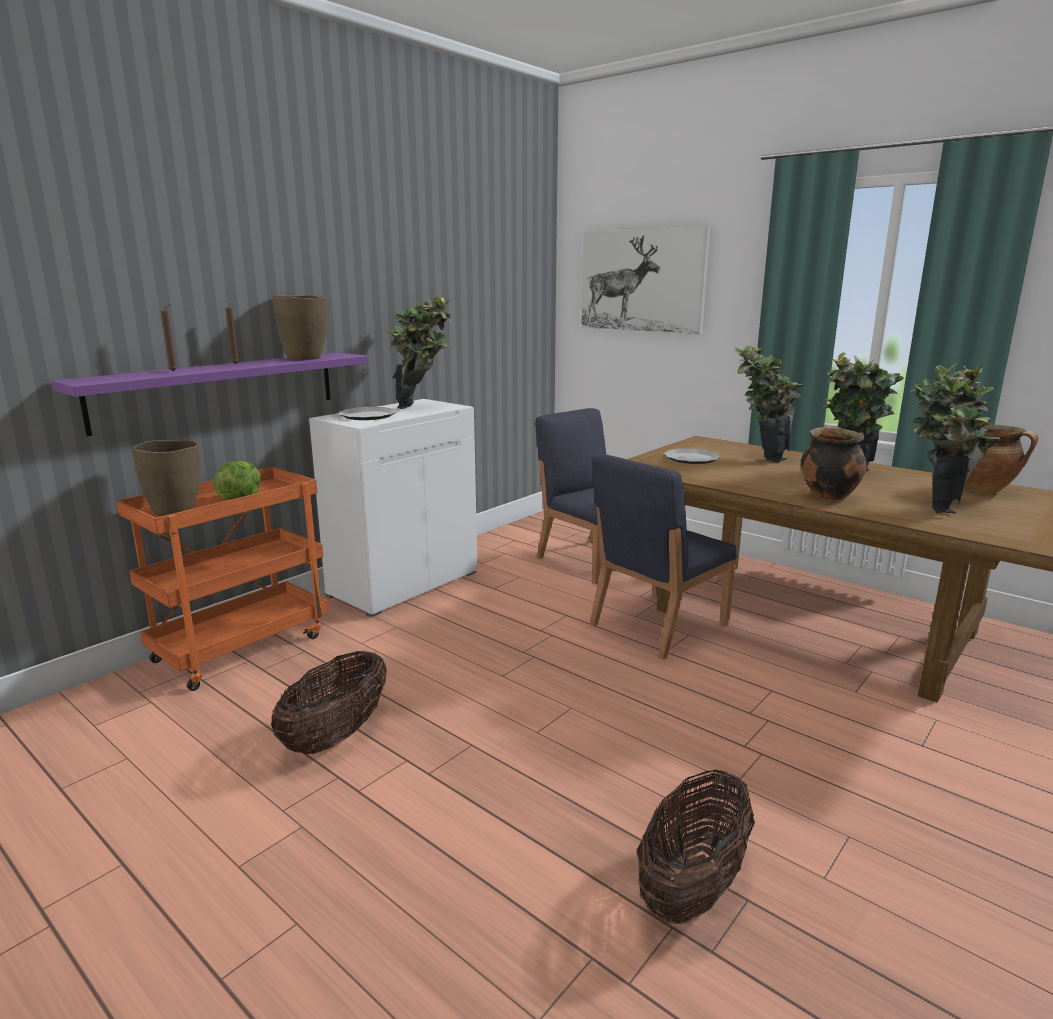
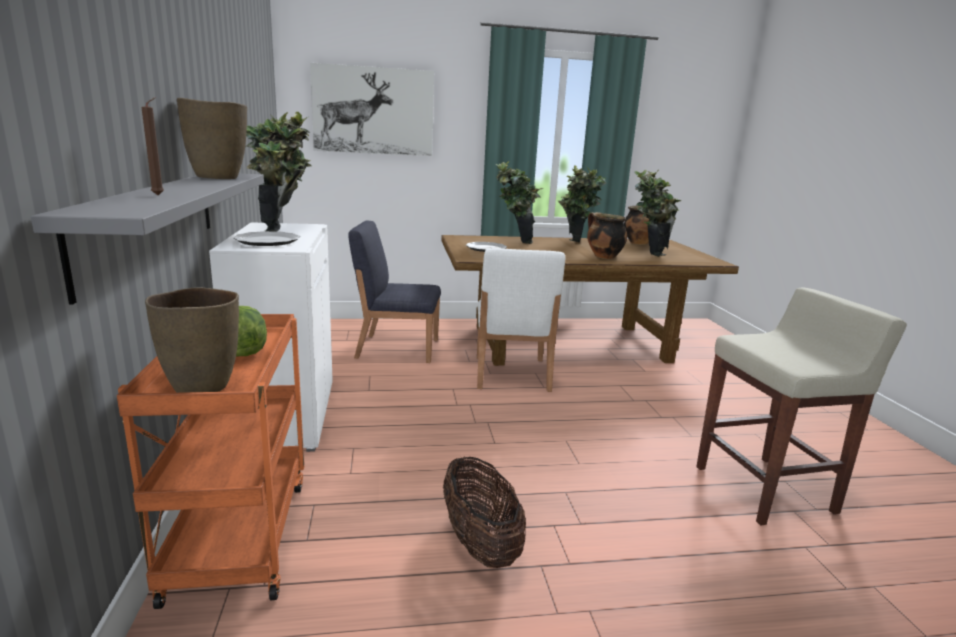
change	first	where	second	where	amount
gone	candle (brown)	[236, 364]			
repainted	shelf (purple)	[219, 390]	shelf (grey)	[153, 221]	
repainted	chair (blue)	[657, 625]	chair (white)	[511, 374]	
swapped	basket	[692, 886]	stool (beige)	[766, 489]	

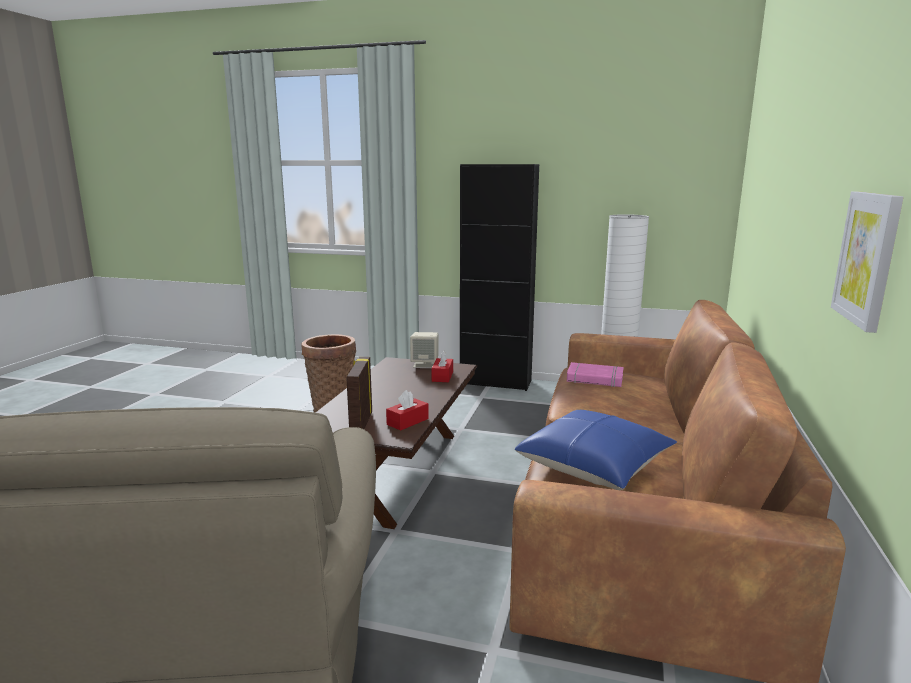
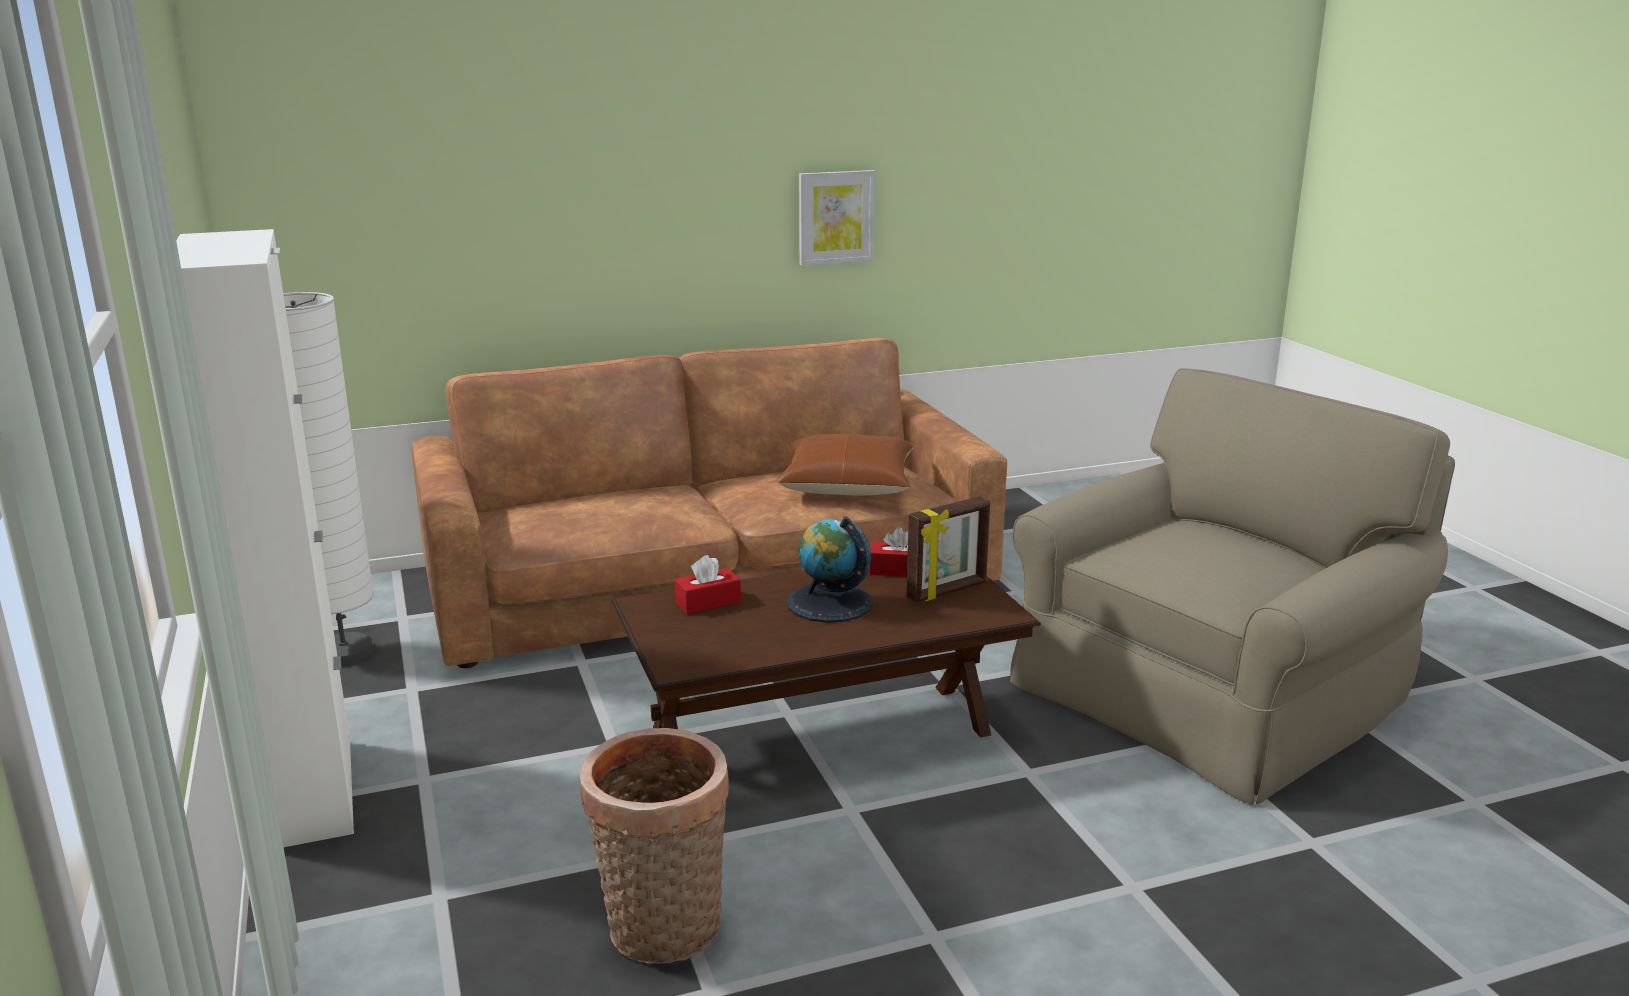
change	first	where	second	where	amount
repainted	cabinet (black)	[495, 382]	cabinet (white)	[310, 792]	
gone	speaker (beige)	[425, 365]			
gone	book (pink)	[594, 379]			
repainted	pillow (blue)	[595, 465]	pillow (brown)	[847, 484]	
new			globe	[829, 603]	

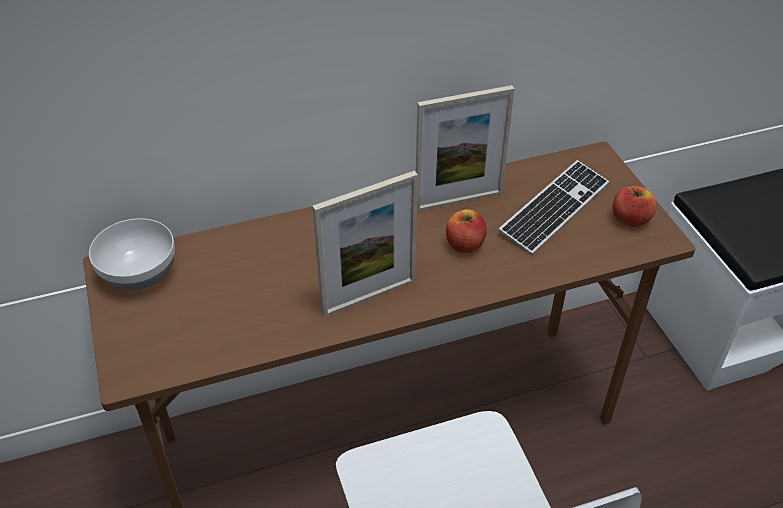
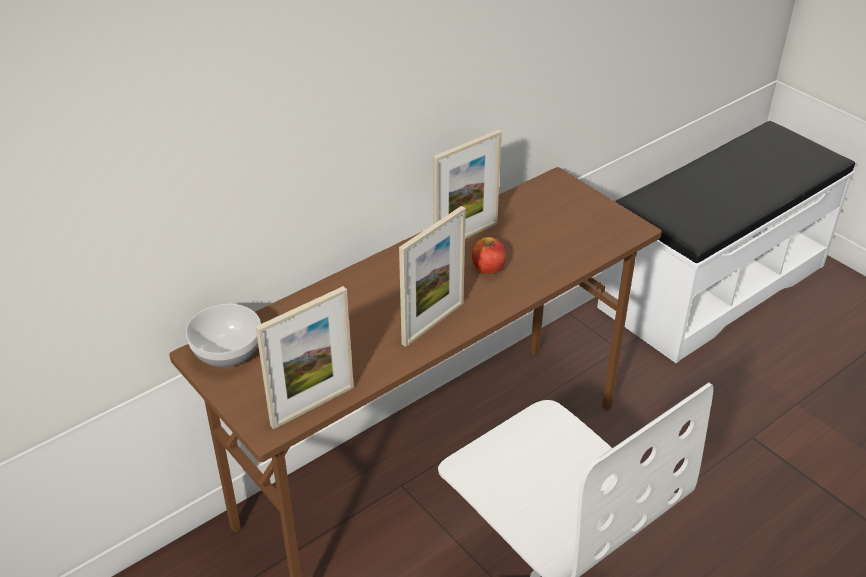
change	first	where	second	where	amount
gone	keyboard	[554, 209]			
gone	apple	[630, 219]			
new			picture frame	[312, 406]	

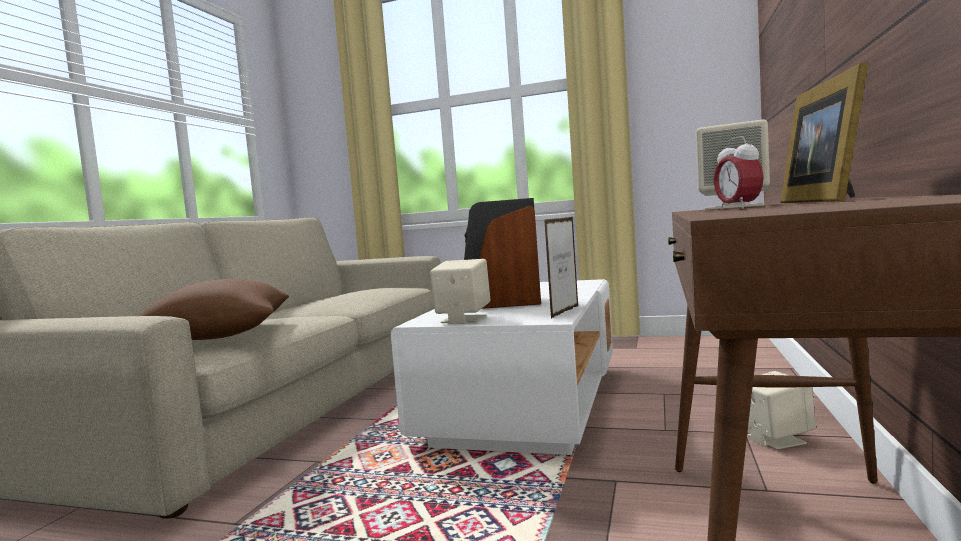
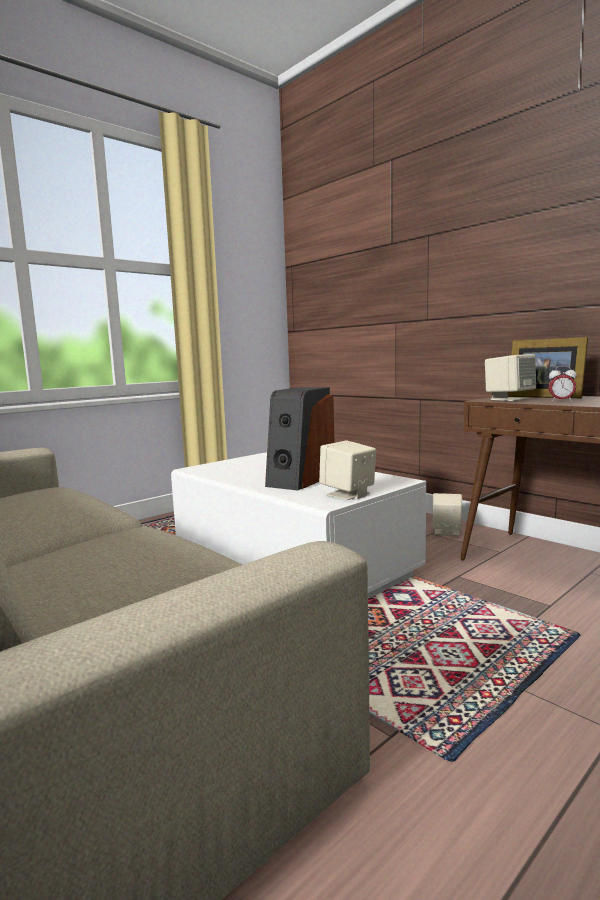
change	first	where	second	where	amount
gone	picture frame	[565, 312]			
gone	pillow (brown)	[221, 335]			

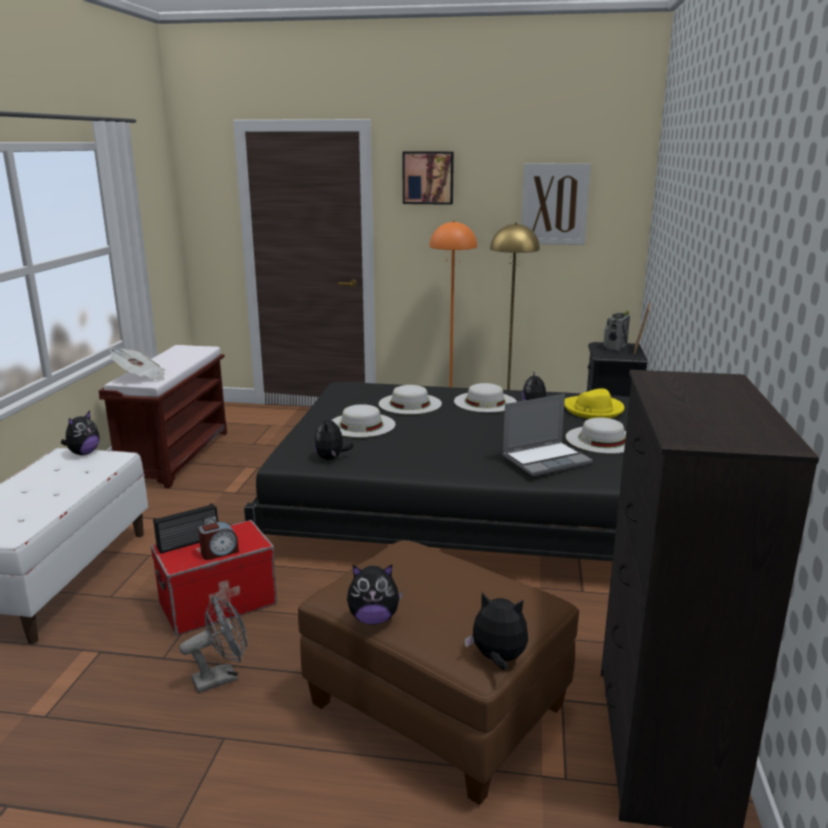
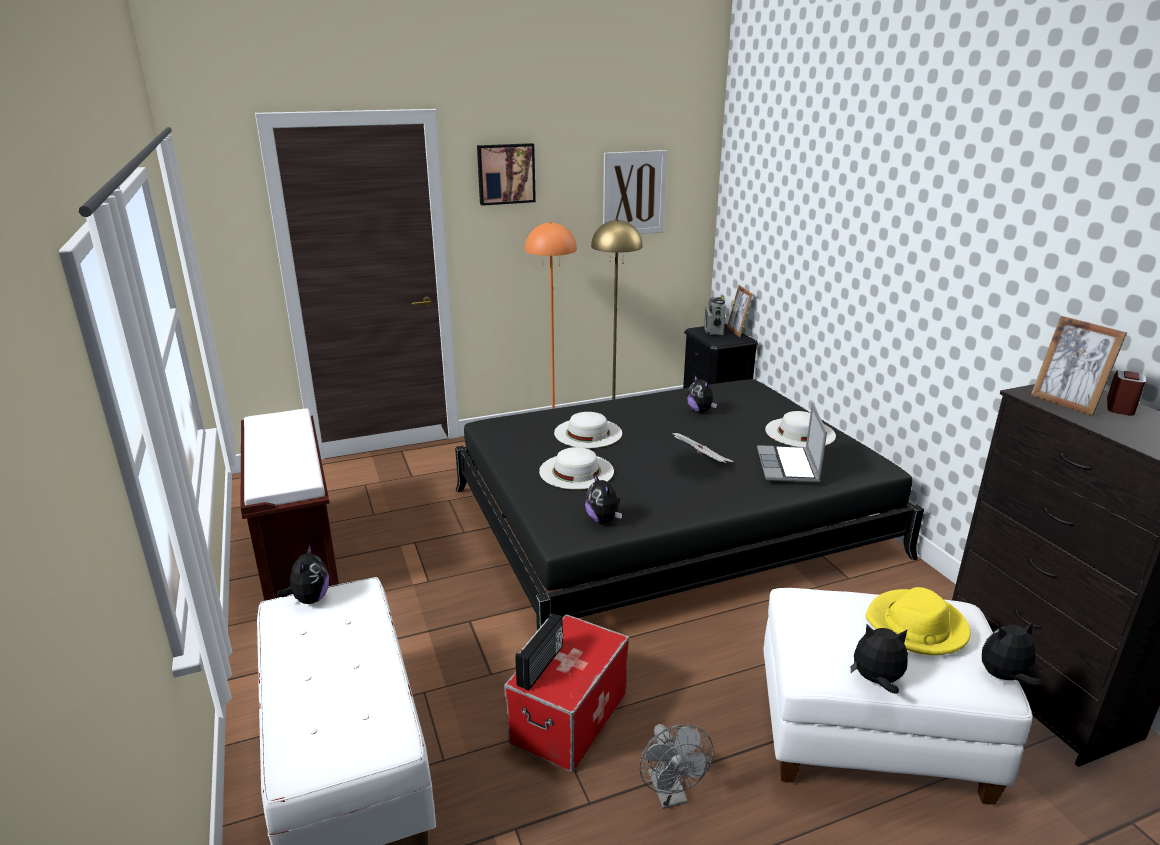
change	first	where	second	where	amount
shifted	newspaper	[141, 378]		[702, 463]	
gone	hat (white)	[485, 402]			
shifted	hat (yellow)	[593, 410]		[917, 627]	
rotated	laptop	[546, 460]		[788, 466]	150 degrees clockwise
shifted	alarm clock	[219, 552]		[1120, 407]	
repainted	ottoman (brown)	[435, 707]	ottoman (white)	[870, 735]	
rotated	plush toy	[373, 619]		[876, 681]	135 degrees counterclockwise
rotated	fan (grey)	[222, 677]		[670, 795]	135 degrees clockwise
new			picture frame	[1065, 403]	

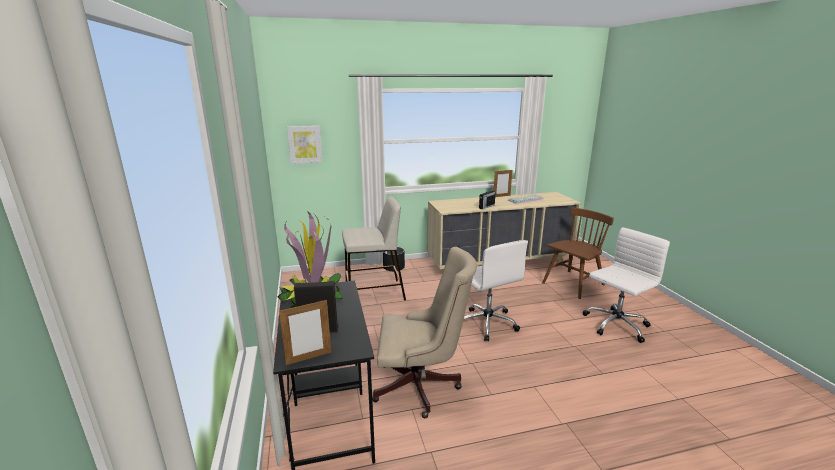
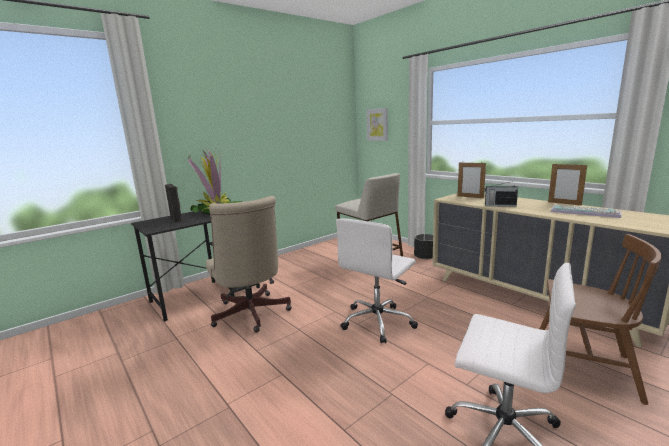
change	first	where	second	where	amount
shifted	picture frame	[309, 358]		[470, 197]	

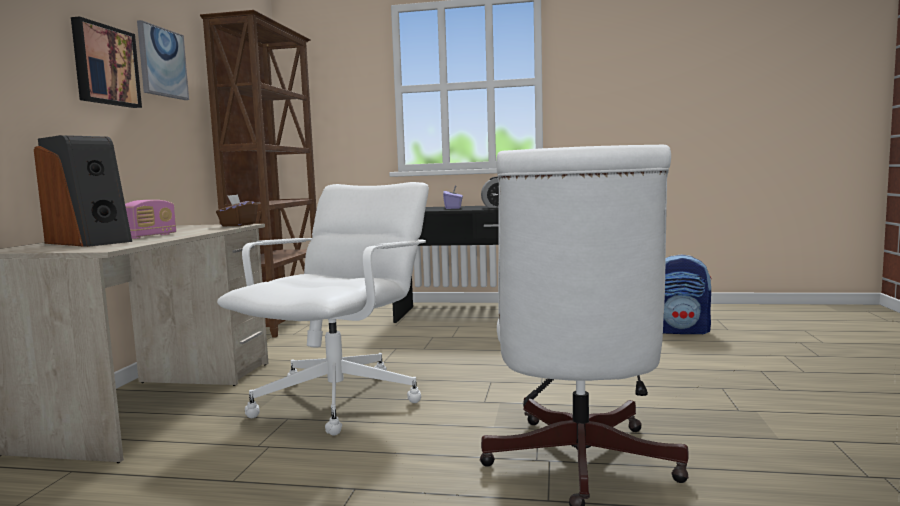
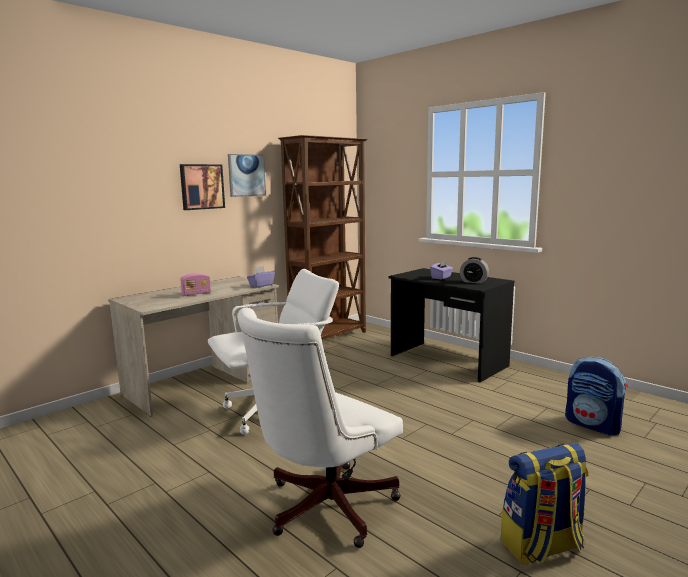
change	first	where	second	where	amount
gone	speaker	[90, 242]			
repainted	tissue box (brown)	[238, 225]	tissue box (purple)	[261, 285]	
new			backpack	[542, 547]	

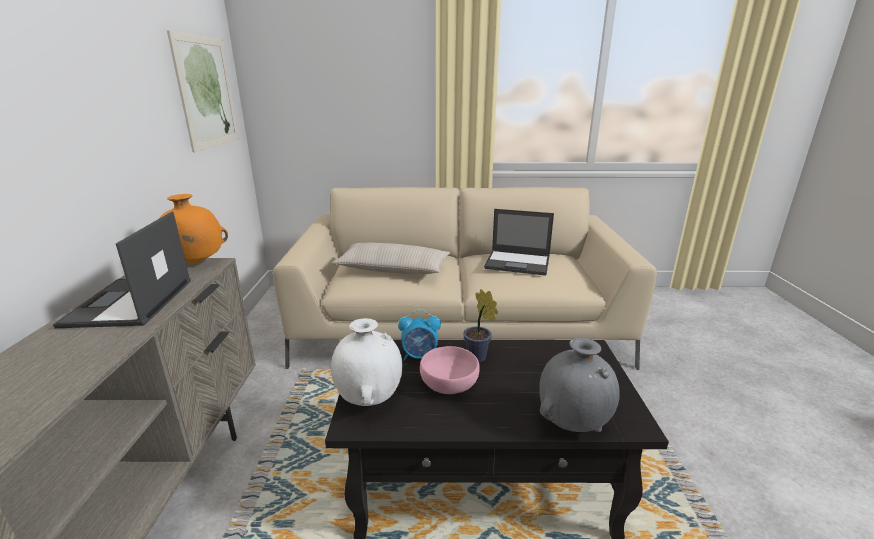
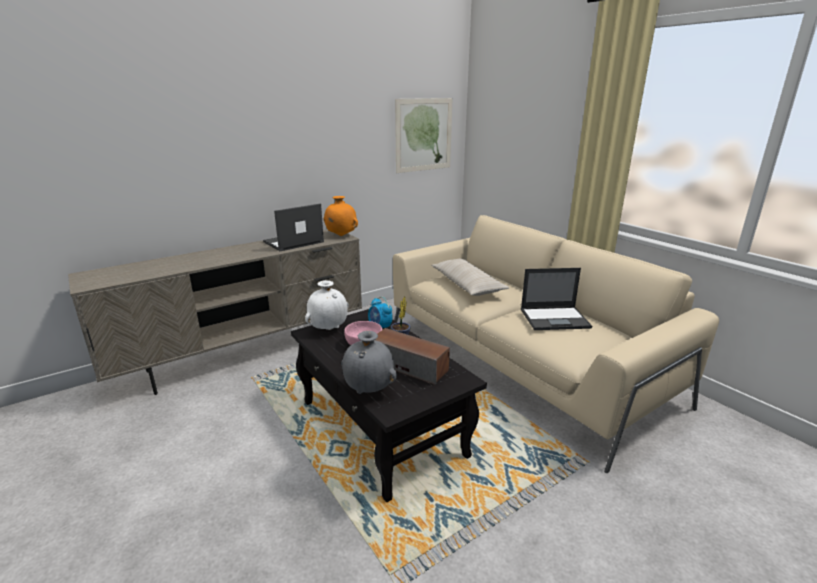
change	first	where	second	where	amount
rotated	laptop	[518, 263]		[555, 318]	75 degrees counterclockwise
new			speaker	[409, 366]	

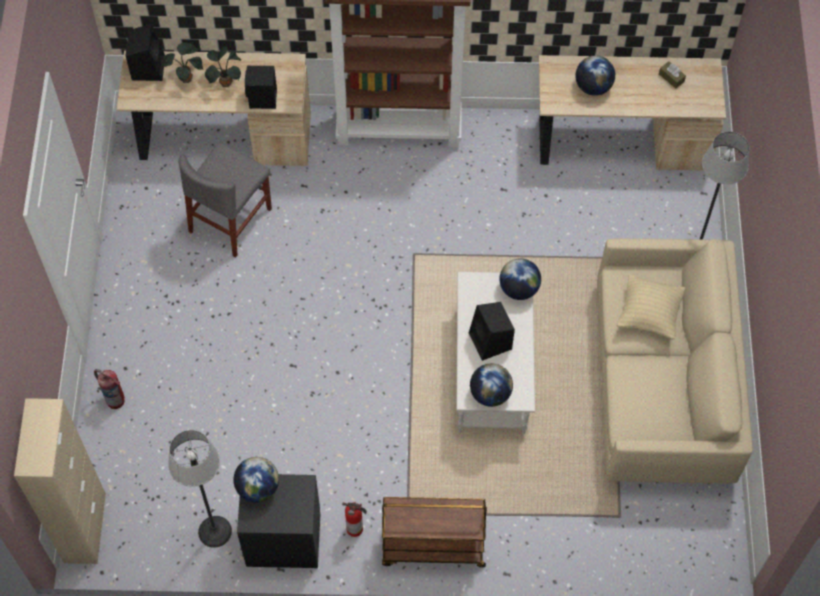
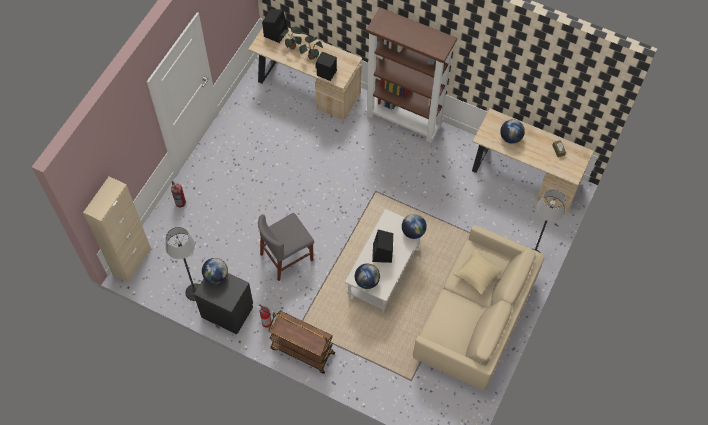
change	first	where	second	where	amount
shifted	chair (grey)	[230, 220]		[286, 257]	

